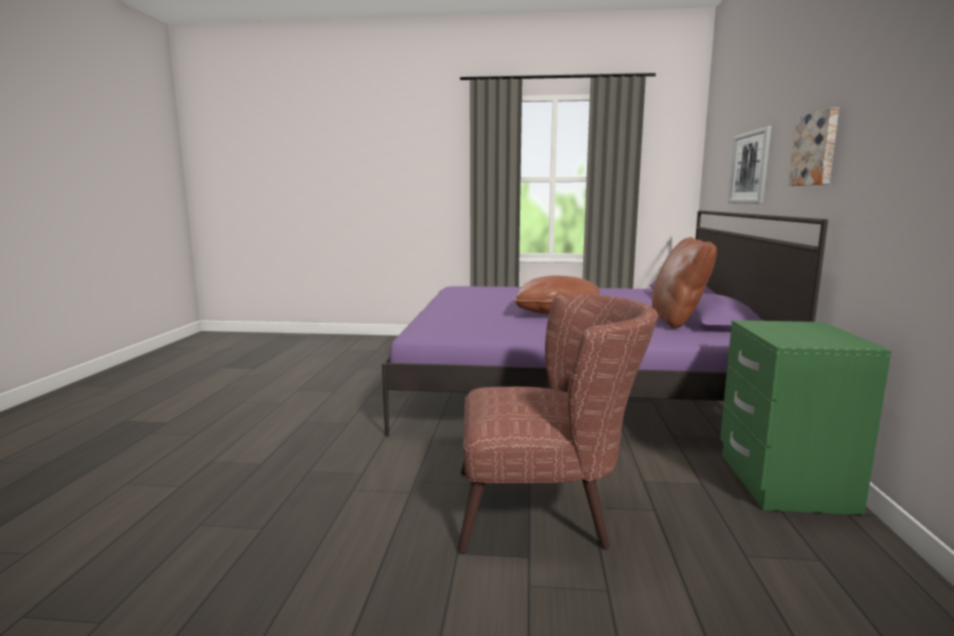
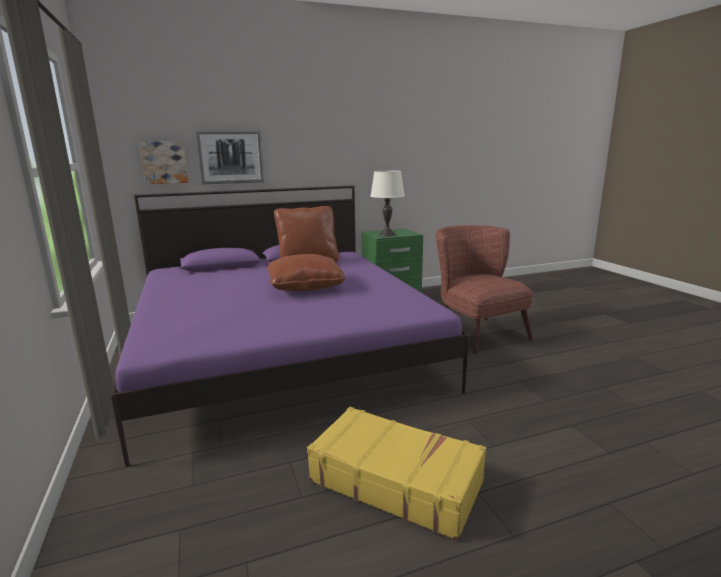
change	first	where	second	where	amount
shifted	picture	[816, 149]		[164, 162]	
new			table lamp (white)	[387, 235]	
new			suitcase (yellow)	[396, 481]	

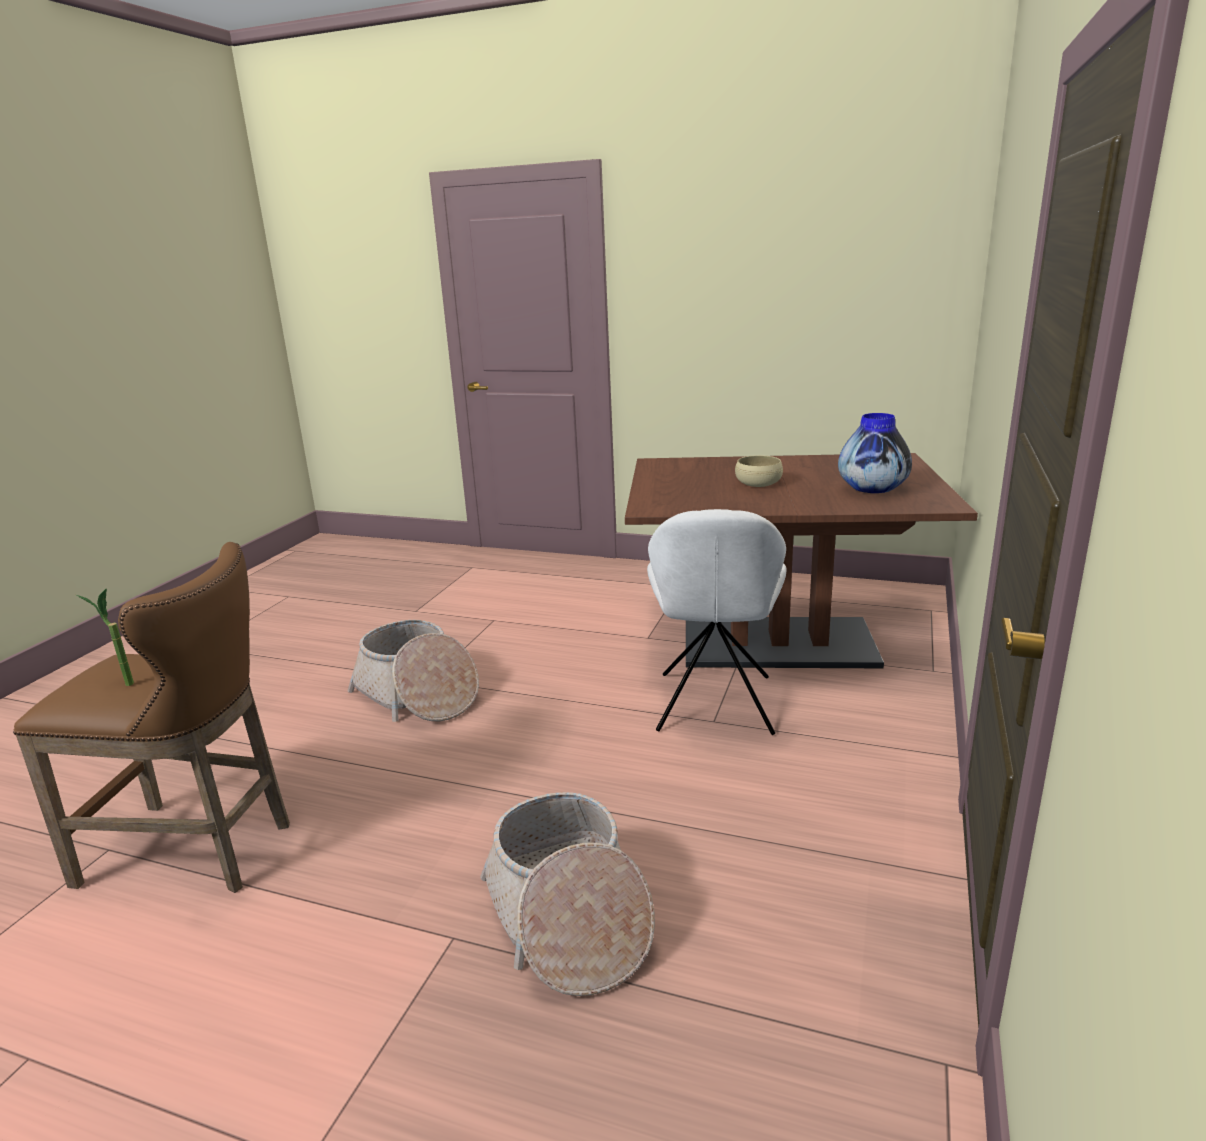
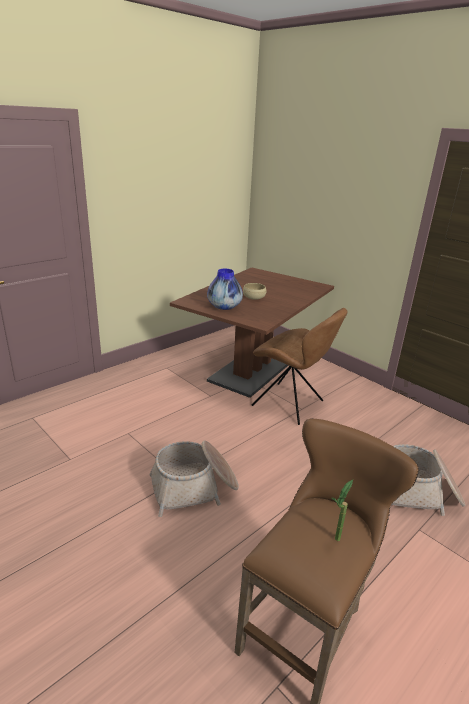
change	first	where	second	where	amount
shifted	vase	[872, 490]		[224, 307]	
repainted	chair (white)	[714, 706]	chair (brown)	[290, 404]	

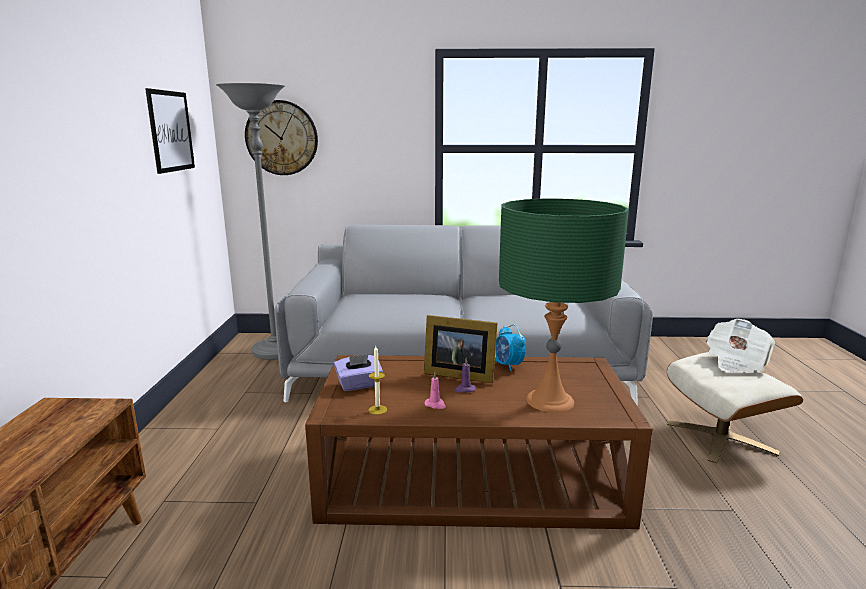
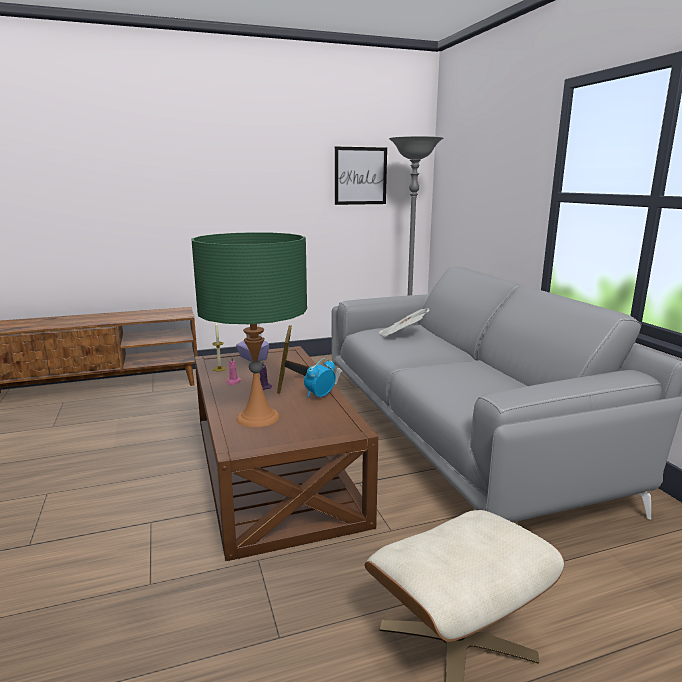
change	first	where	second	where	amount
gone	wall clock	[282, 138]			
shifted	newspaper	[735, 362]		[402, 335]	

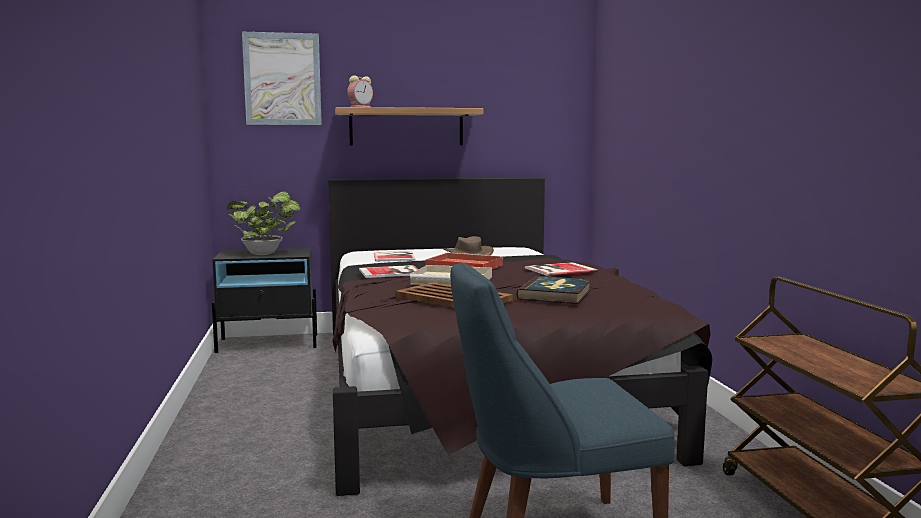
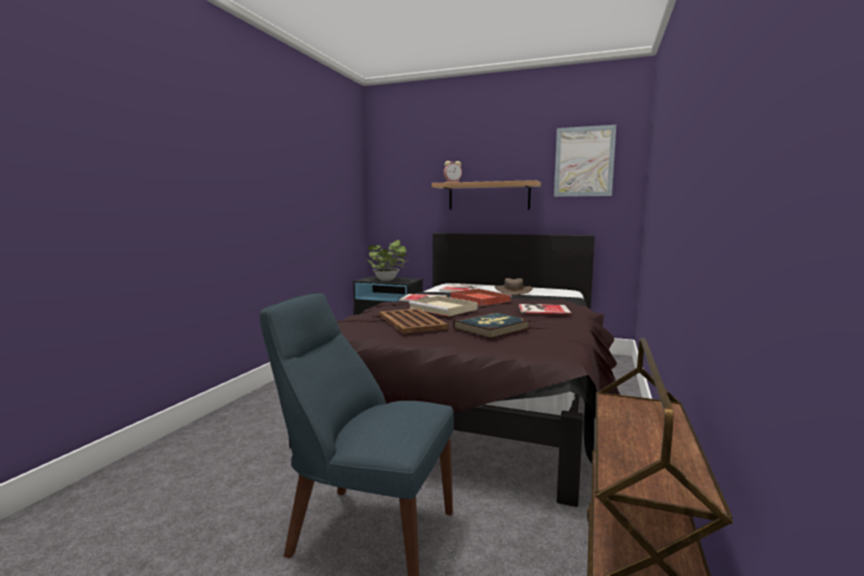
change	first	where	second	where	amount
shifted	picture	[282, 79]		[584, 162]	

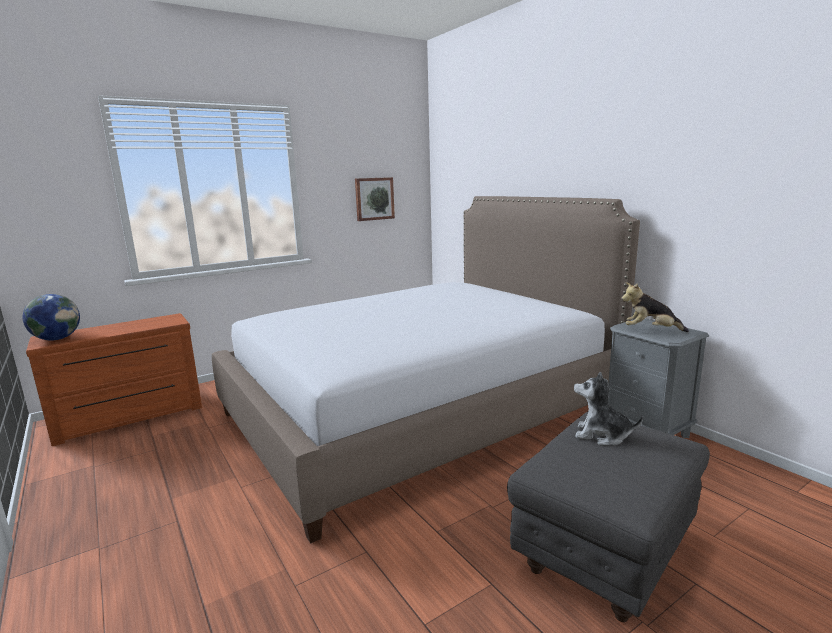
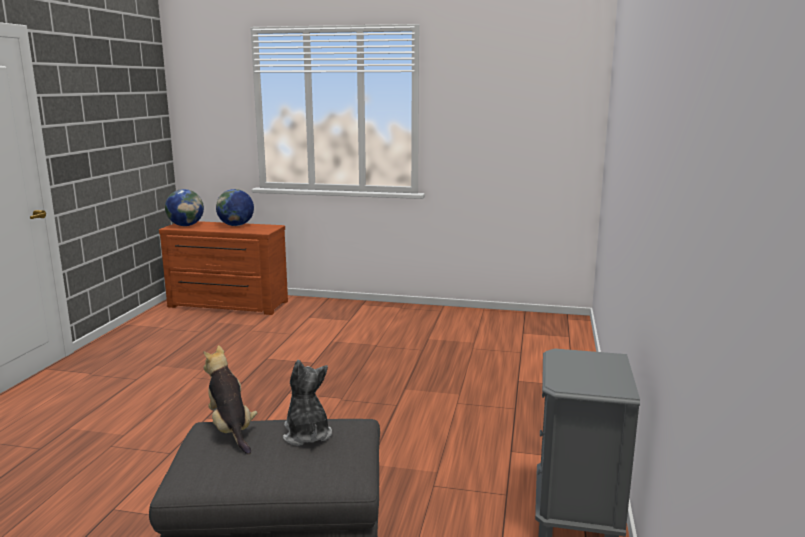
change	first	where	second	where	amount
gone	picture	[374, 198]			
gone	bed	[419, 411]			
shifted	plush toy	[650, 330]		[231, 429]	
new			globe	[236, 225]	

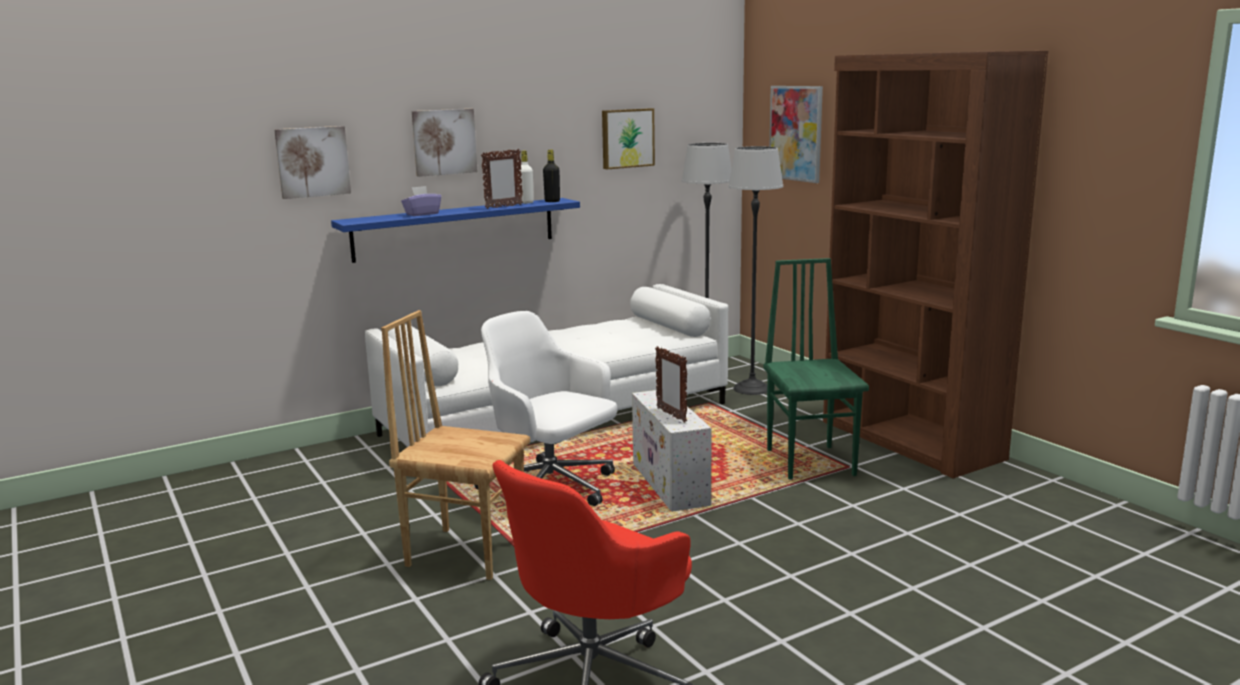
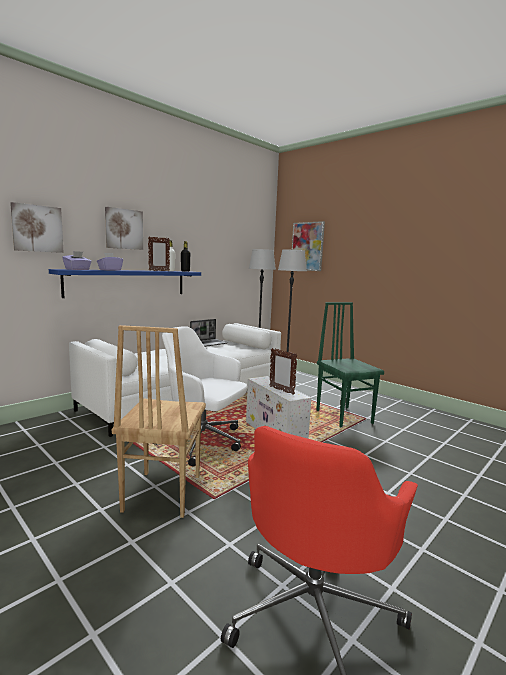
change	first	where	second	where	amount
gone	bookcase (brown)	[910, 440]			
gone	picture	[627, 138]			
rotated	chair (brown)	[466, 552]		[161, 493]	90 degrees counterclockwise
new			tissue box (purple)	[77, 269]	
new			laptop	[209, 343]	

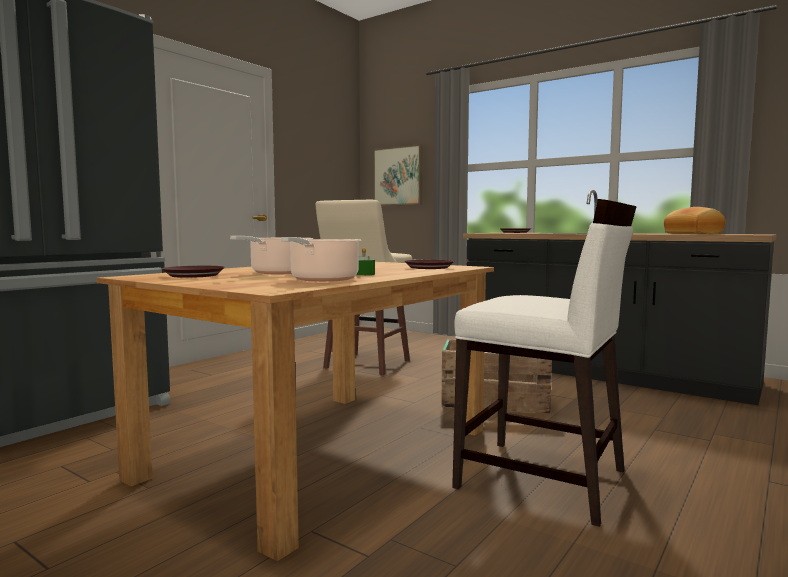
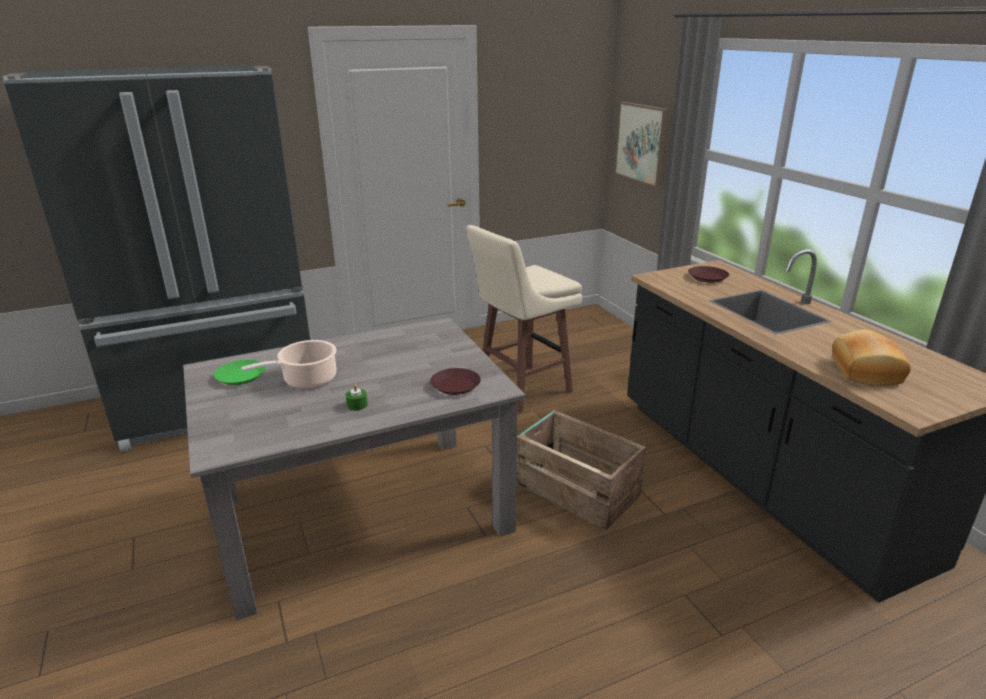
change	first	where	second	where	amount
gone	chair (white)	[543, 479]			
gone	cooking pot	[322, 280]			
repainted	dining table (brown)	[321, 451]	dining table (grey)	[363, 512]	
repainted	plate (brown)	[194, 275]	plate (green)	[241, 376]	

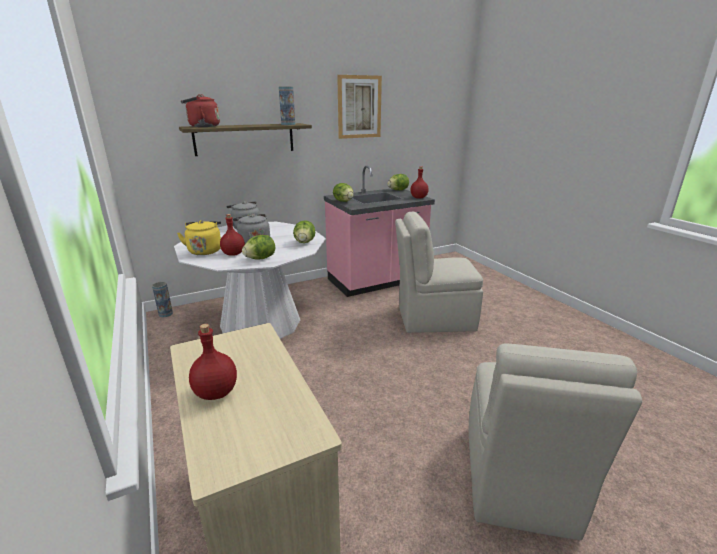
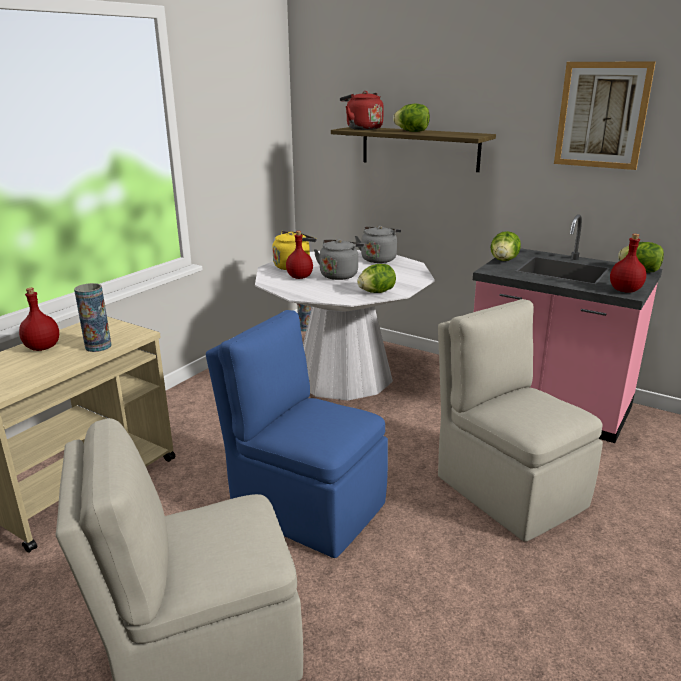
change	first	where	second	where	amount
shifted	vase	[288, 124]		[98, 346]	
shifted	lettuce	[260, 258]		[412, 132]	
new			chair (blue)	[306, 506]	

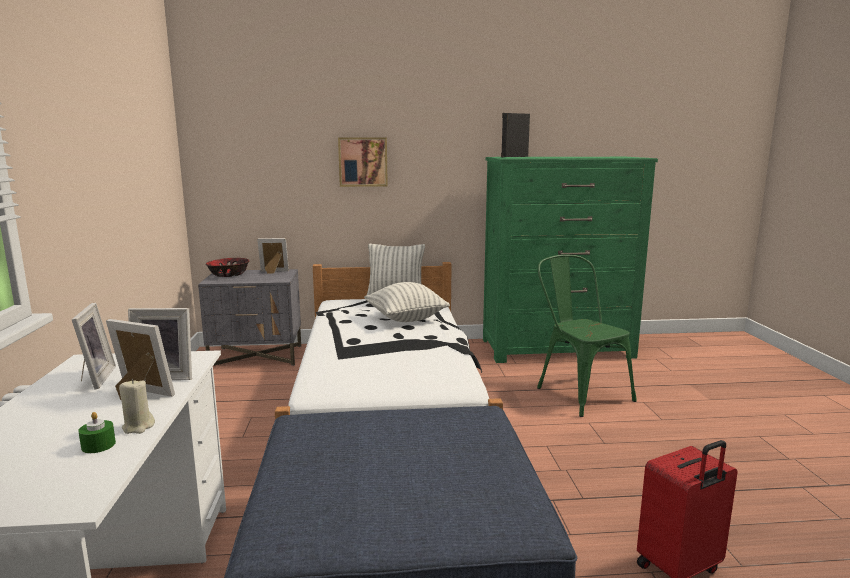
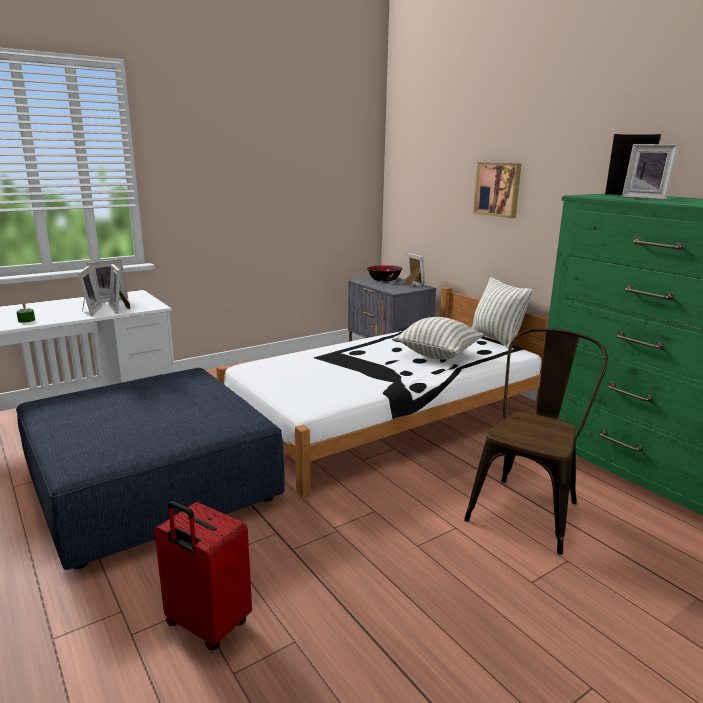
change	first	where	second	where	amount
repainted	chair (green)	[578, 392]	chair (brown)	[528, 507]	
gone	candle (beige)	[138, 427]			
new			picture frame	[646, 198]	

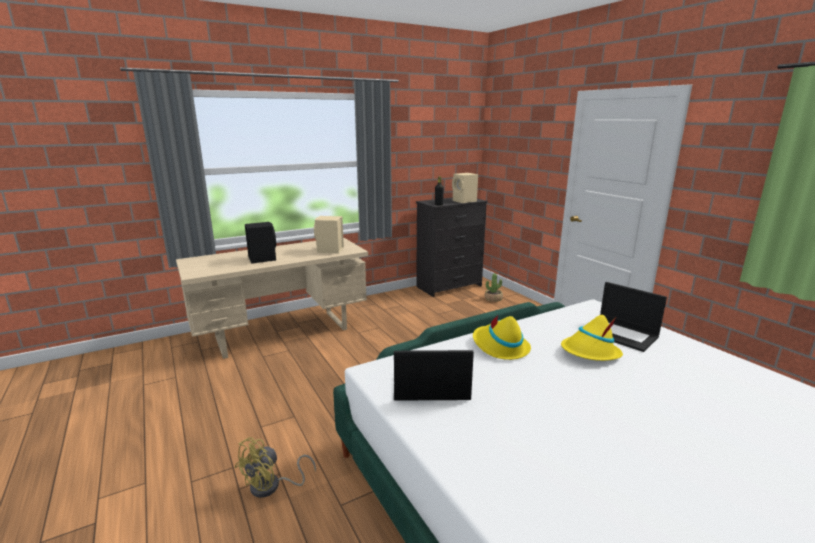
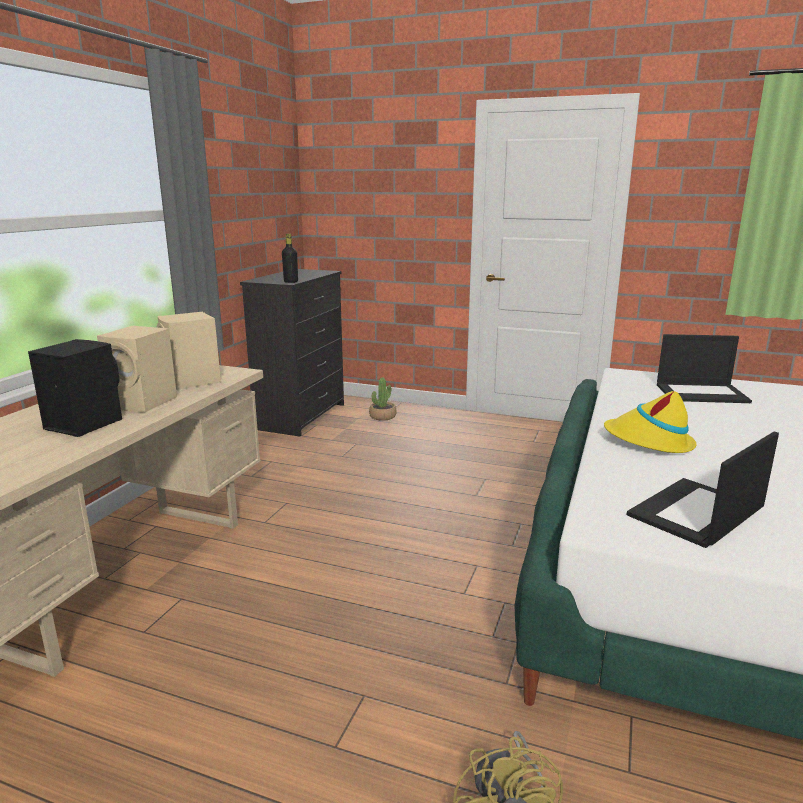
change	first	where	second	where	amount
shifted	speaker (beige)	[464, 201]		[144, 403]	
gone	hat (yellow)	[589, 353]			

